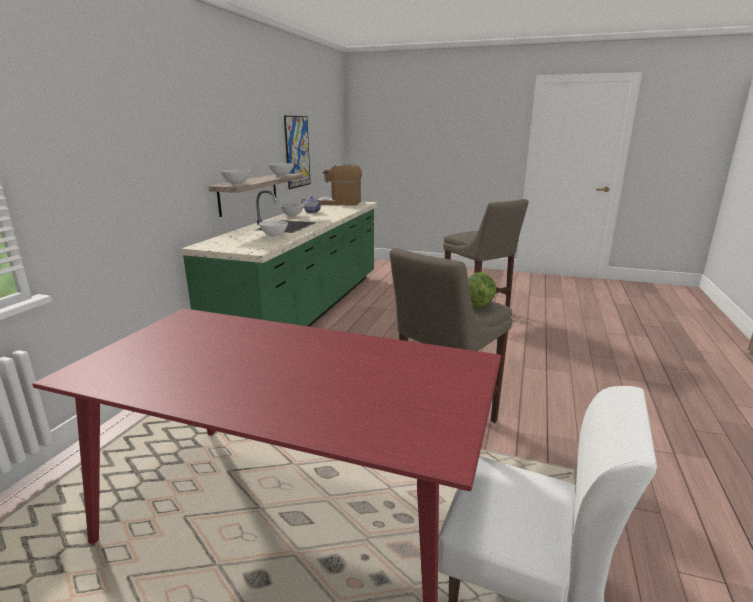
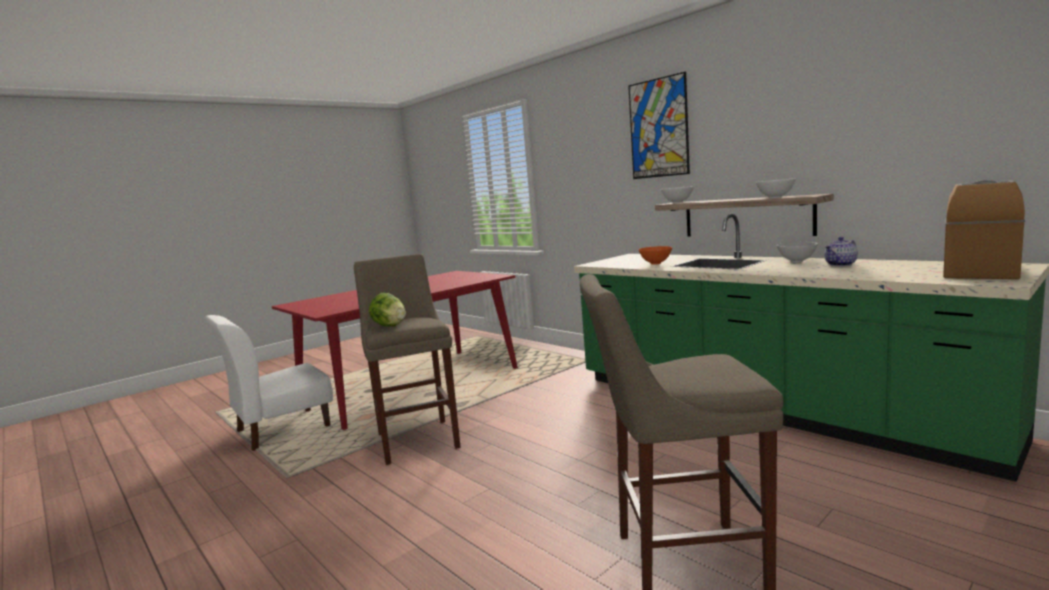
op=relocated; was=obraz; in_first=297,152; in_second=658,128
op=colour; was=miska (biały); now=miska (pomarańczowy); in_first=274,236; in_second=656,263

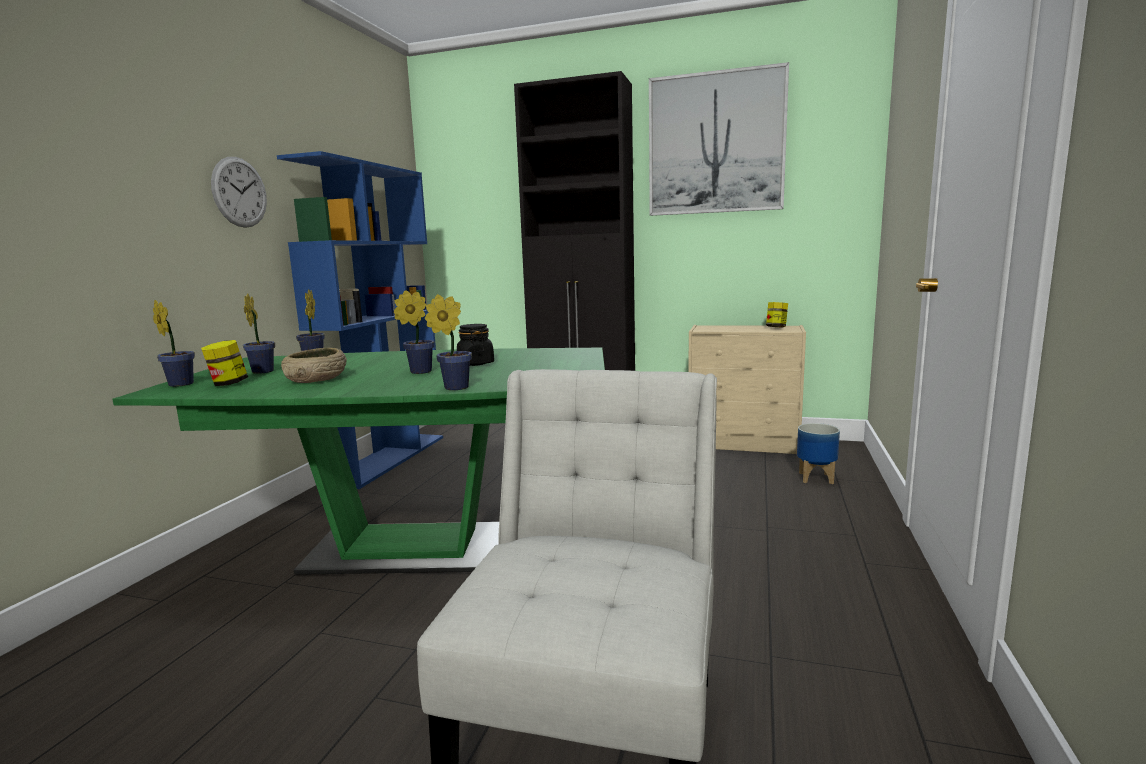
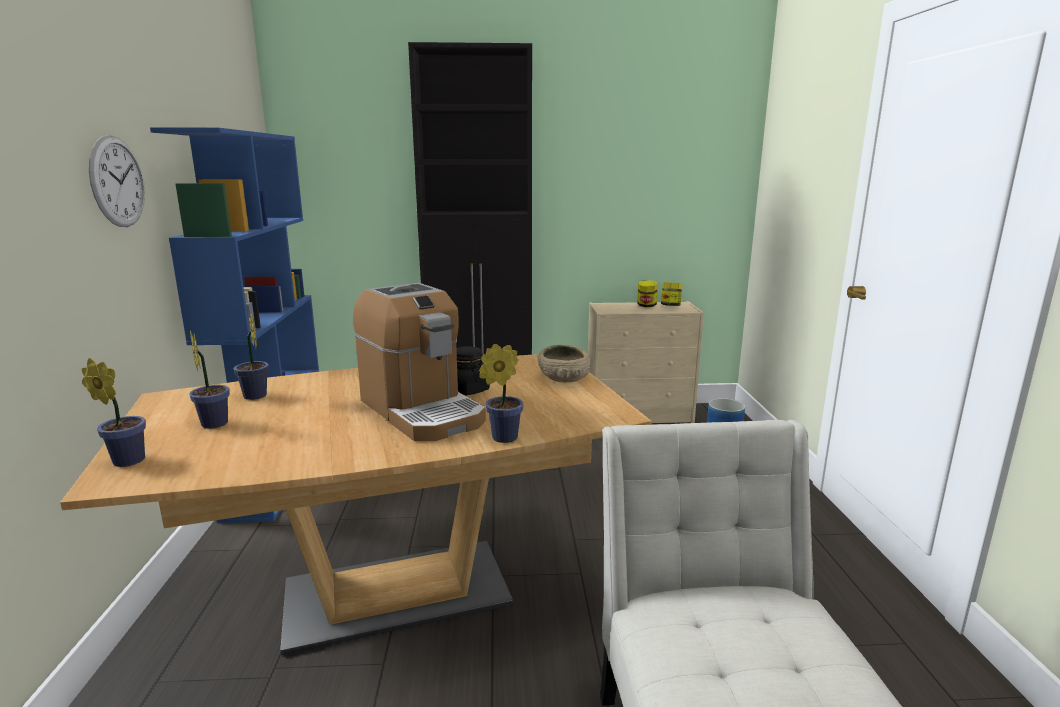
op=missing; was=obraz; in_first=716,144
op=exchanged; was=roślina doniczkowa; now=ekspres do kawy; in_first=418,372; in_second=421,411
op=relocated; was=słoik; in_first=228,384; in_second=646,306
op=colour; was=stół jadalny (zielony); now=stół jadalny (brązowy); in_first=411,549; in_second=397,594
op=relocated; was=miska (beżowy); in_first=317,379; in_second=564,376

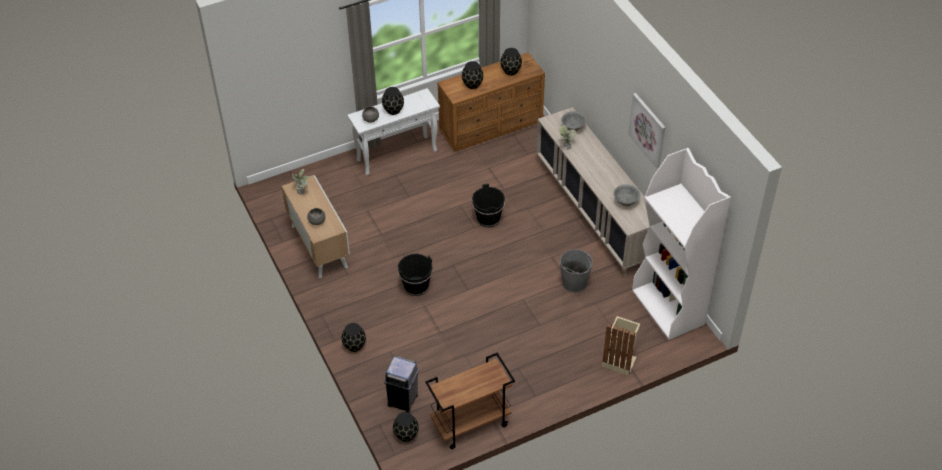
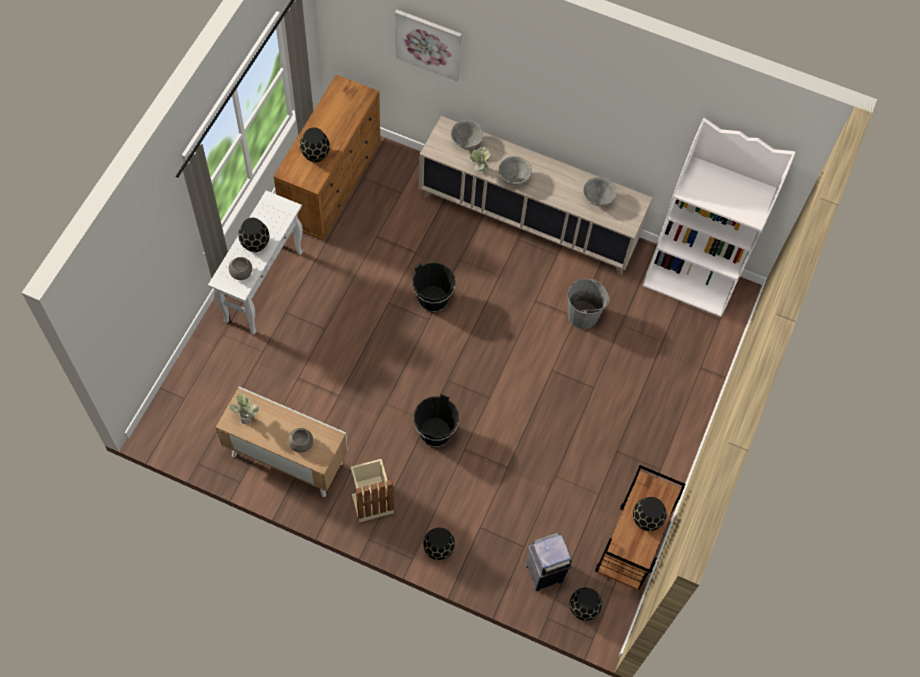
op=relocated; was=wazon (czarny); in_first=510,71; in_second=646,520
op=relocated; was=obraz; in_first=648,130; in_second=428,44
op=relocated; was=kosz na śmieci (beżowy); in_first=619,360; in_second=371,501
op=appeared; now=miska (szary); in_second=514,178

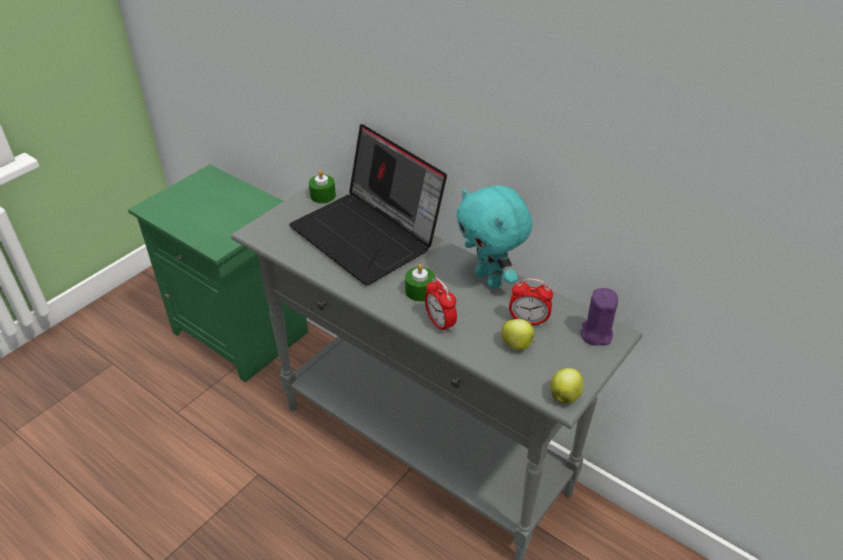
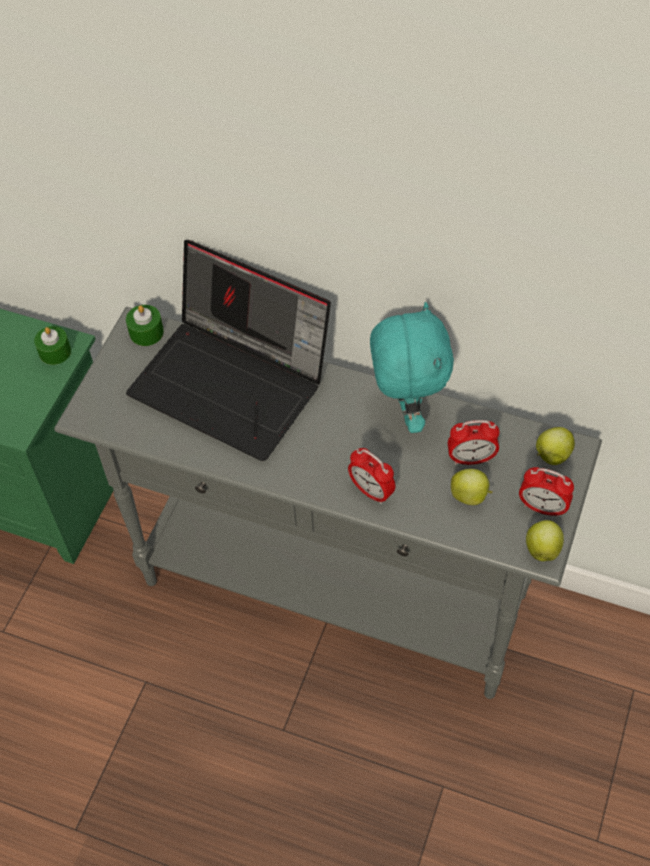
op=spun; was=pluszak (turkusowy); in_first=490,279; in_second=406,410; clockwise=-135
op=relocated; was=świeca (zielony); in_first=420,291; in_second=55,352
op=exchanged; was=świeca (fioletowy); now=jabłko; in_first=596,334; in_second=552,456
op=appeared; now=budzik; in_second=542,507

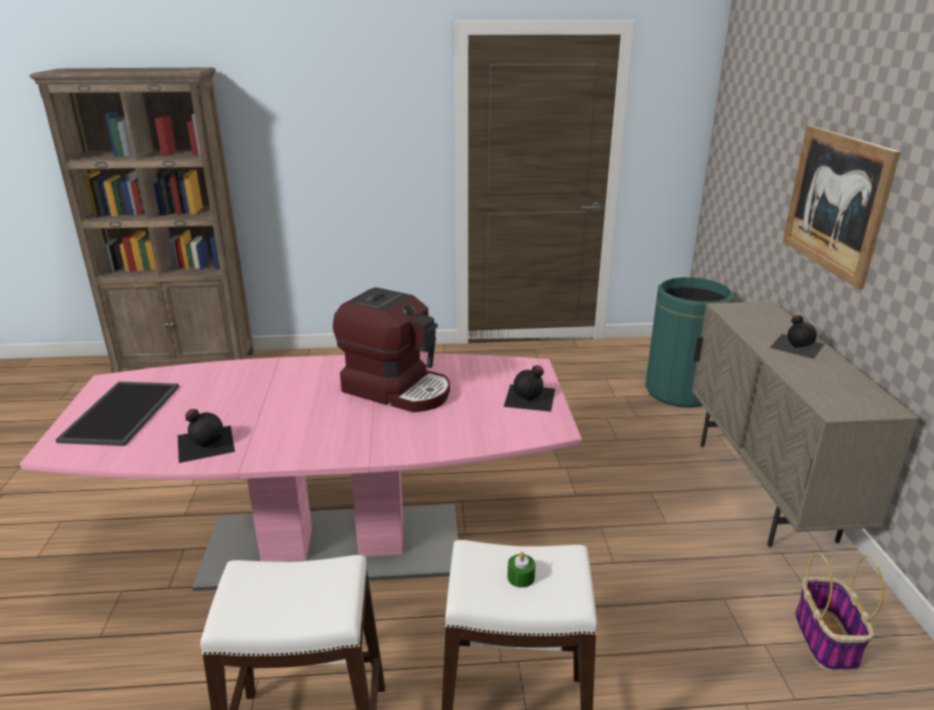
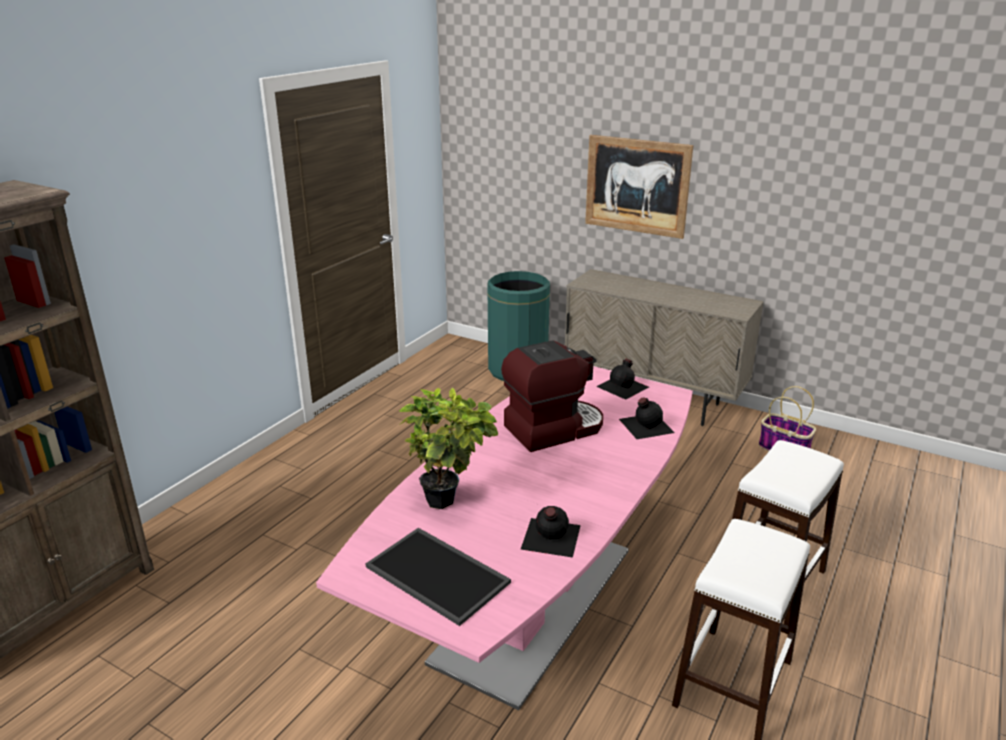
op=relocated; was=butelka (czarny); in_first=796,345; in_second=645,425
op=missing; was=świeca (zielony); in_first=521,577
op=appeared; now=roślina doniczkowa; in_second=449,501

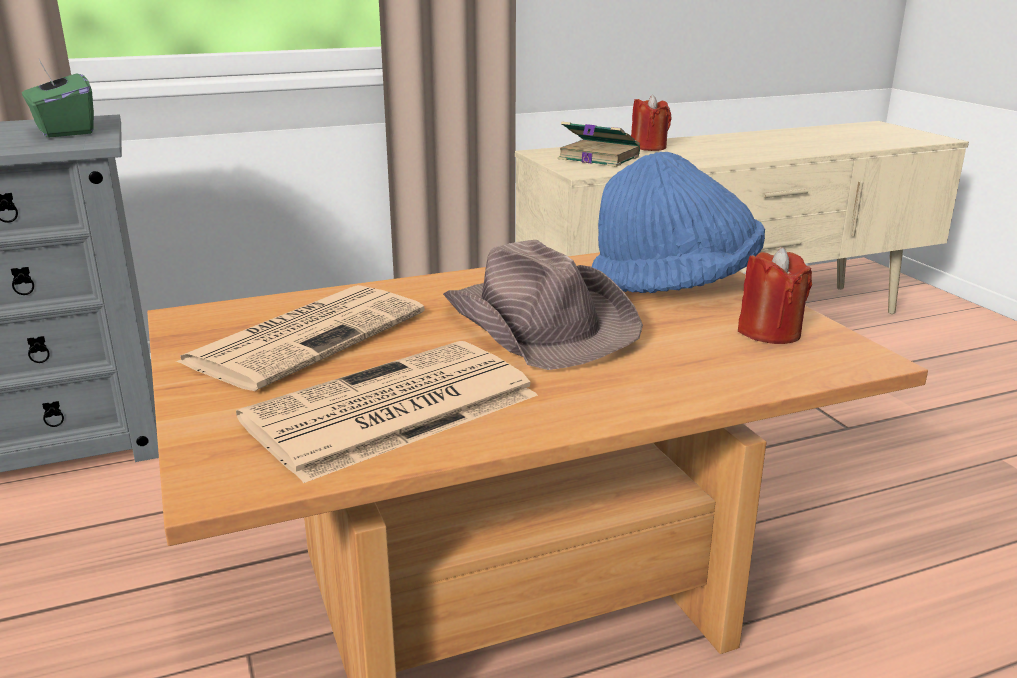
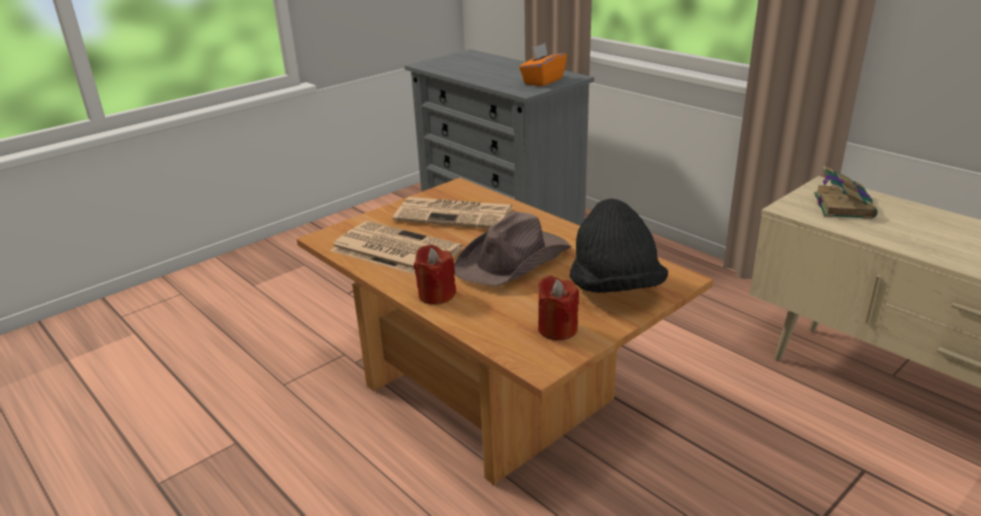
op=colour; was=pudełko chusteczek (zielony); now=pudełko chusteczek (pomarańczowy); in_first=63,131; in_second=542,81
op=relocated; was=świeca (czerwony); in_first=648,147; in_second=436,295
op=colour; was=kapelusz (niebieski); now=kapelusz (czarny); in_first=674,284; in_second=614,288

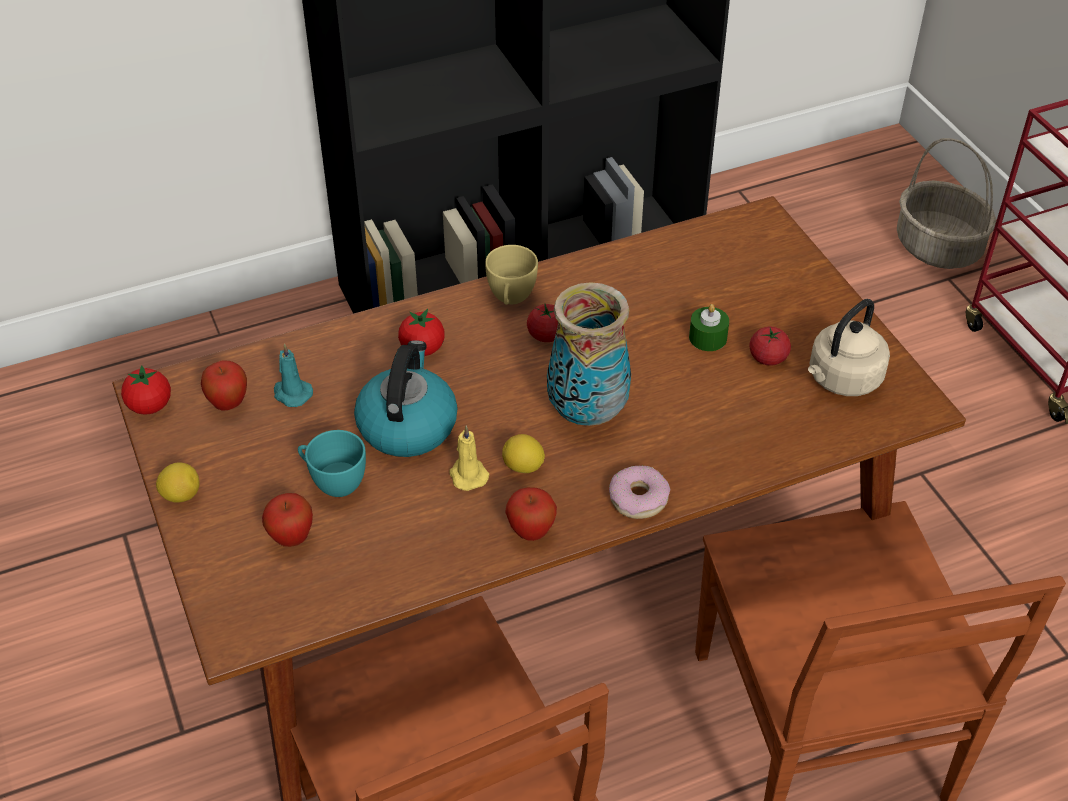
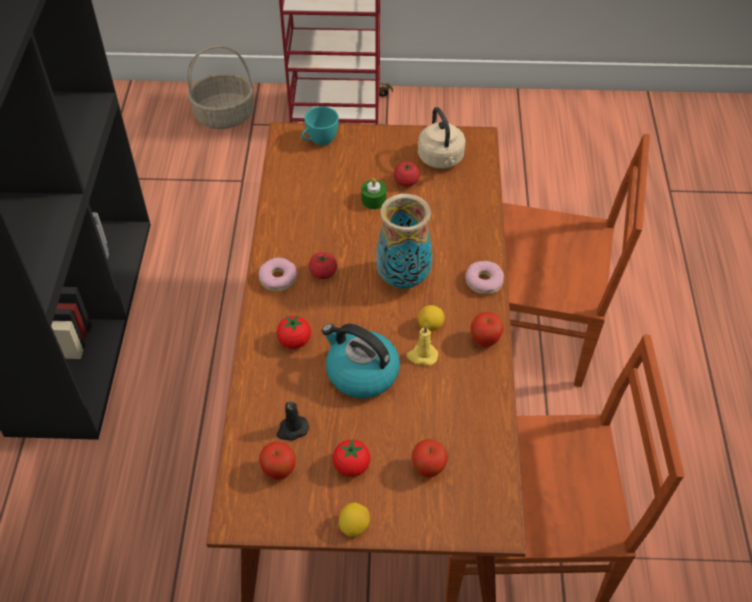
op=exchanged; was=filiżanka (żółty); now=donut; in_first=510,299; in_second=277,278
op=colour; was=świeca (turkusowy); now=świeca (czarny); in_first=291,393; in_second=292,429
op=relocated; was=pomidor; in_first=150,406; in_second=351,466
op=relocated; was=filiżanka (turkusowy); in_first=333,482; in_second=319,141

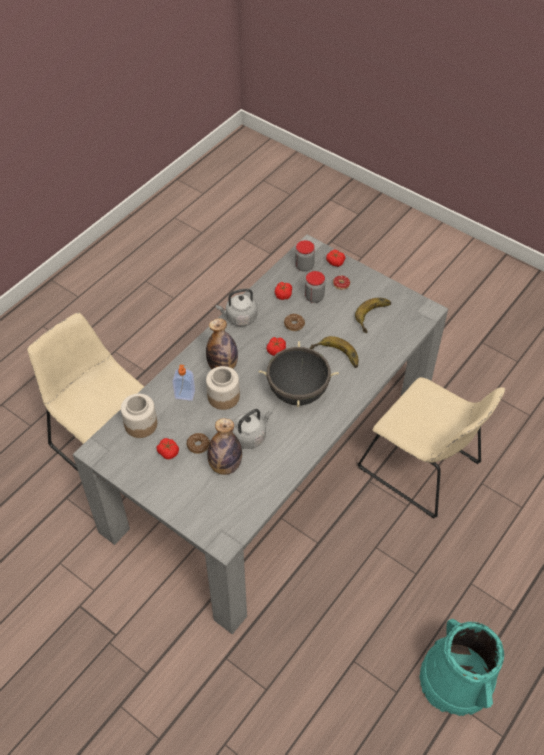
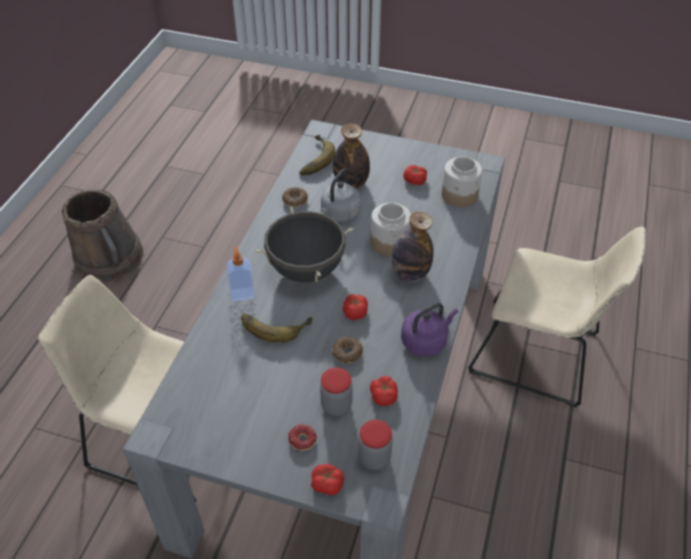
op=colour; was=czajnik (szary); now=czajnik (fioletowy); in_first=239,318; in_second=426,341
op=relocated; was=banan; in_first=375,317; in_second=312,159
op=relocated; was=dozownik mydła; in_first=184,395; in_second=242,293
op=relocated; was=donut; in_first=198,445; in_second=295,200
op=colour; was=wiadro (turkusowy); now=wiadro (brązowy); in_first=456,679; in_second=109,258

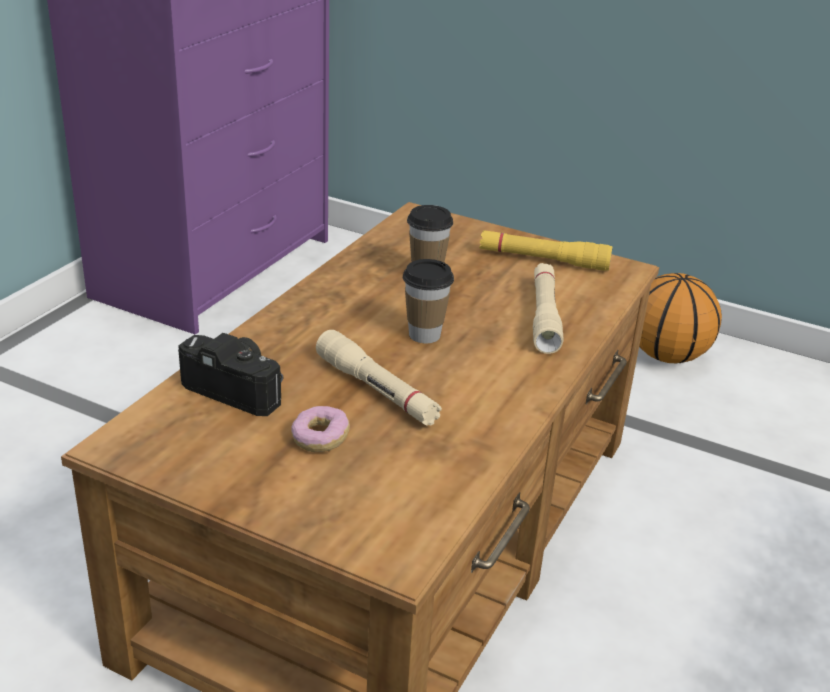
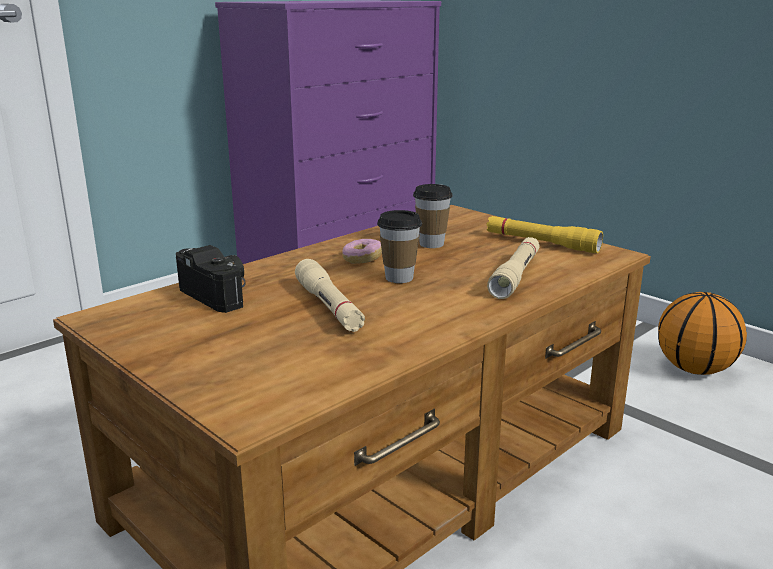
op=relocated; was=donut; in_first=320,439; in_second=362,259

